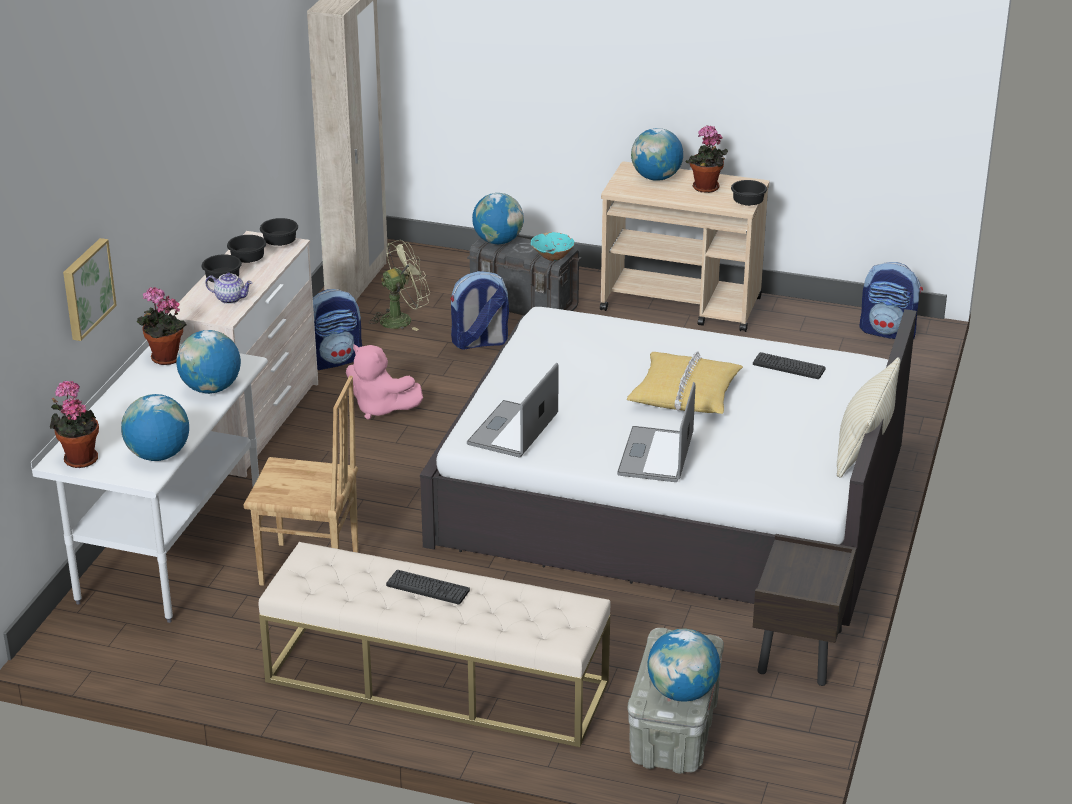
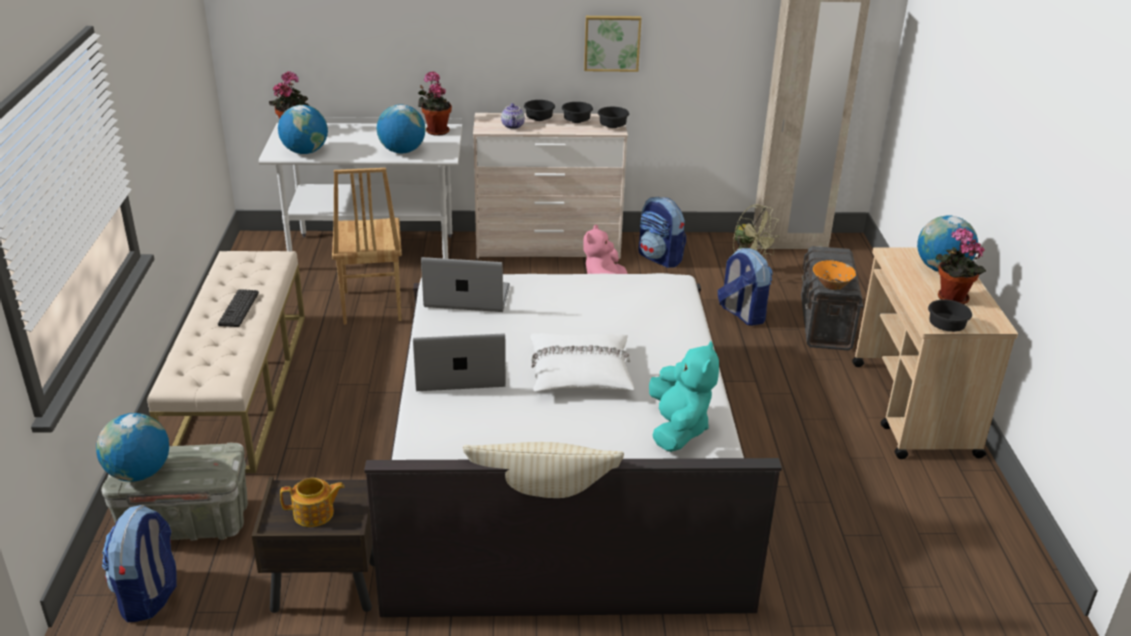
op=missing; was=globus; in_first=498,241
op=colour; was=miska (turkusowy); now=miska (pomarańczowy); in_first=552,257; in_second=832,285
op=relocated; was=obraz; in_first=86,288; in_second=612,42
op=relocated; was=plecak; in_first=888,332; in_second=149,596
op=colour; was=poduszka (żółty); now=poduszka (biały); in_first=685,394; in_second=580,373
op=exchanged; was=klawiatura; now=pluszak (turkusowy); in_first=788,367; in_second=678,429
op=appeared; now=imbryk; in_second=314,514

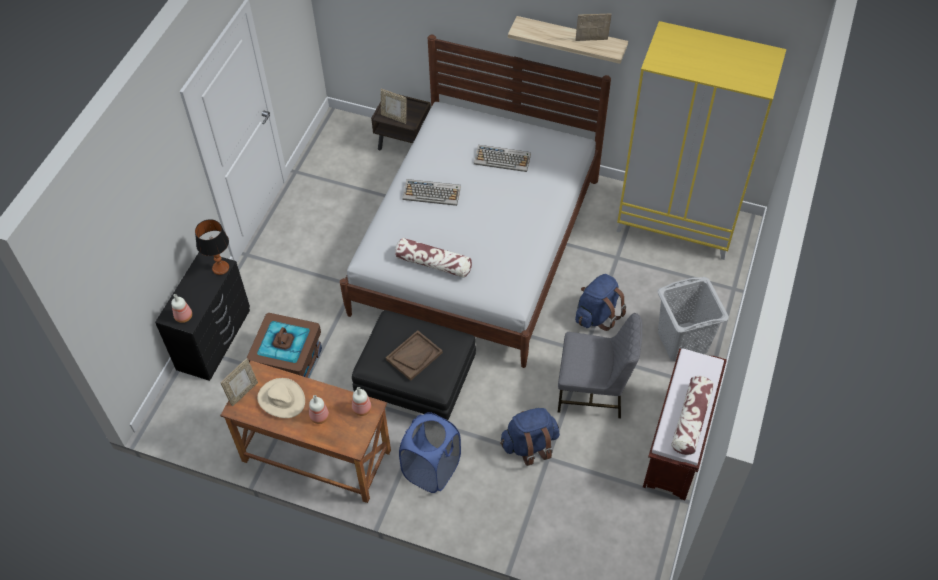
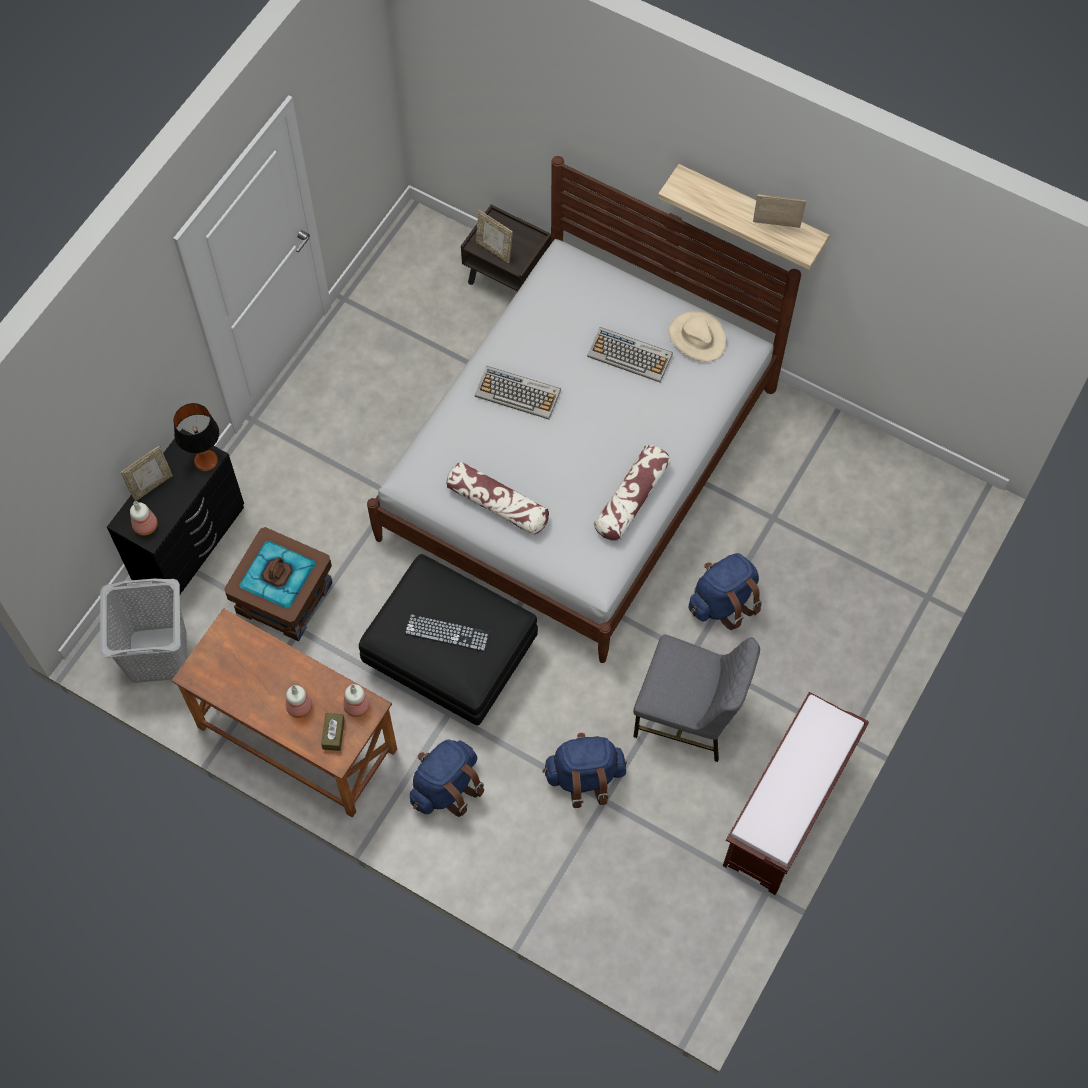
op=missing; was=szafa (żółty); in_first=677,223
op=relocated; was=kosz na pranie (szary); in_first=682,341; in_second=158,654
op=exchanged; was=taca (brązowy); now=klawiatura; in_first=414,356; in_second=447,632
op=relocated; was=ramka na zdjęcie; in_first=243,392; in_second=152,485
op=relocated; was=poduszka; in_first=691,420; in_second=631,499
op=relocated; was=kapelusz (beżowy); in_first=281,399; in_second=697,338
op=exchanged; was=kosz na pranie (niebieski); now=plecak (niebieski); in_first=431,469; in_second=446,787
op=appeared; now=pudełko chusteczek (brązowy); in_second=333,734

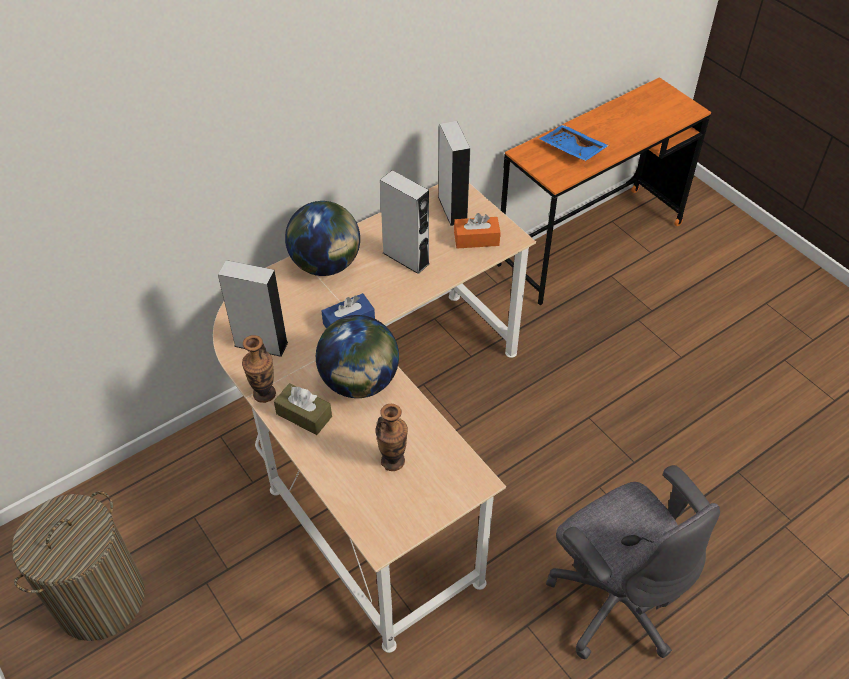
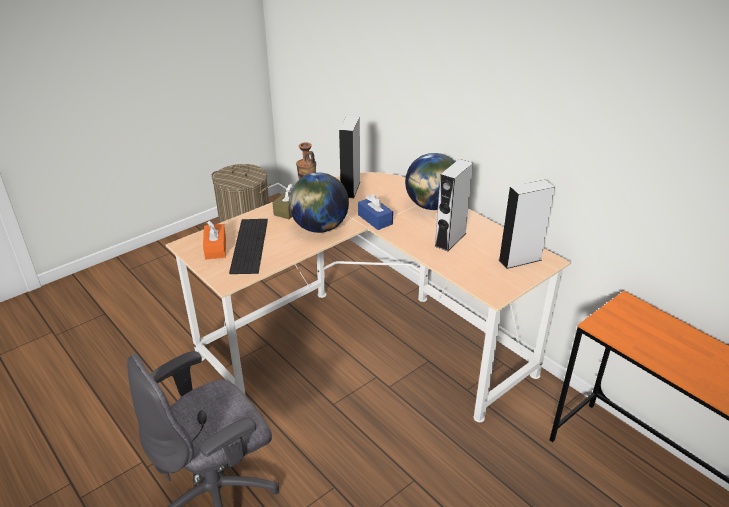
op=missing; was=taca (niebieski); in_first=571,150
op=relocated; was=pudełko chusteczek (pomarańczowy); in_first=476,239; in_second=215,248
op=exchanged; was=wazon; now=klawiatura; in_first=393,461; in_second=249,245

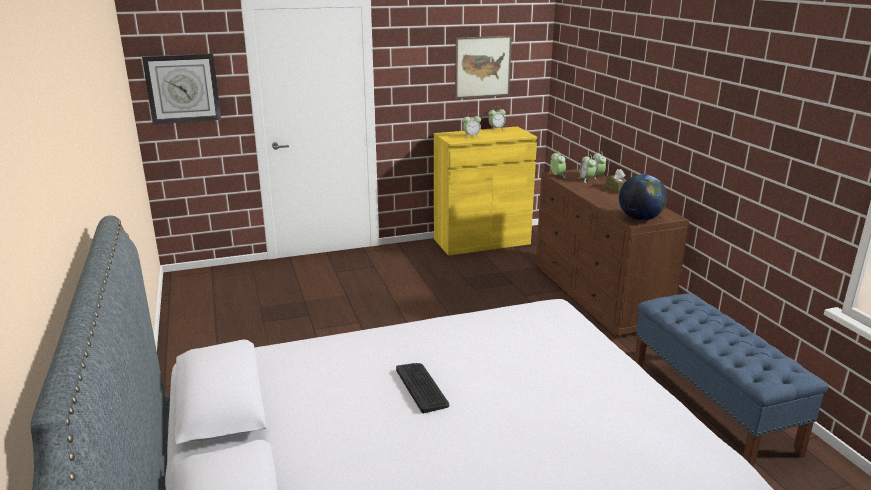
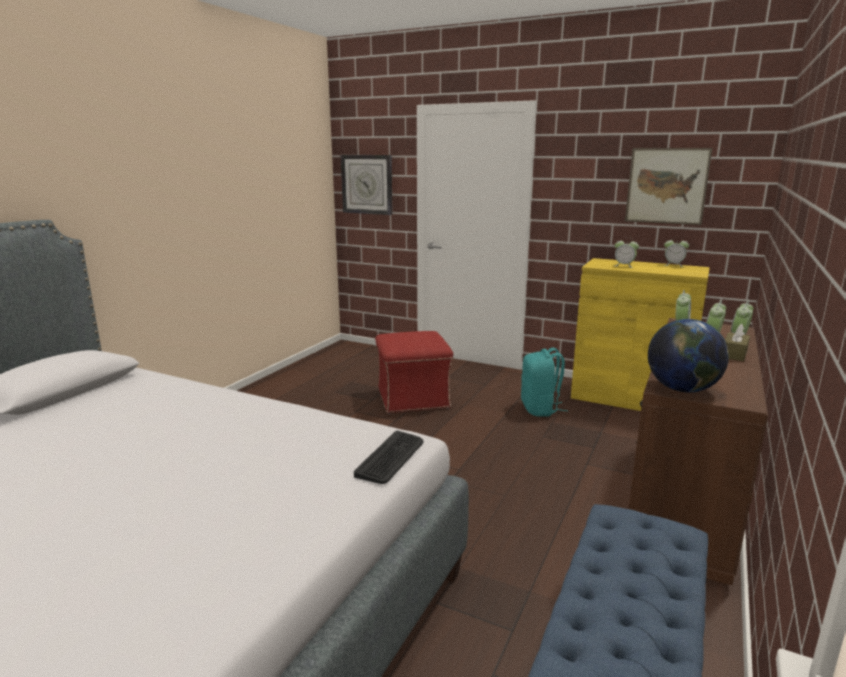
op=relocated; was=klawiatura; in_first=422,387; in_second=391,457
op=appeared; now=pufa (czerwony); in_second=412,398
op=appeared; now=plecak (turkusowy); in_second=540,409

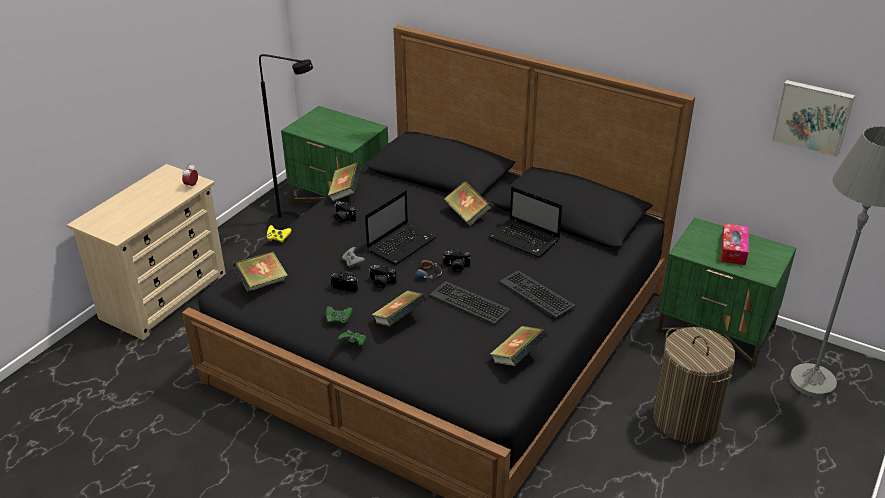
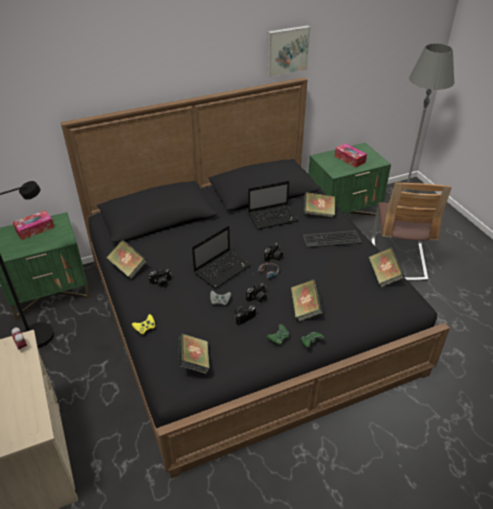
op=relocated; was=obraz; in_first=812,117; in_second=286,50
op=relocated; was=książka; in_first=467,214; in_second=318,213
op=spun; was=laptop; in_first=402,244; in_second=223,269; clockwise=60
op=missing; was=klawiatura; in_first=469,303
op=exchanged; was=kosz na pranie; now=krzesło; in_first=685,419; in_second=398,259
op=appeared; now=pudełko chusteczek; in_second=35,229

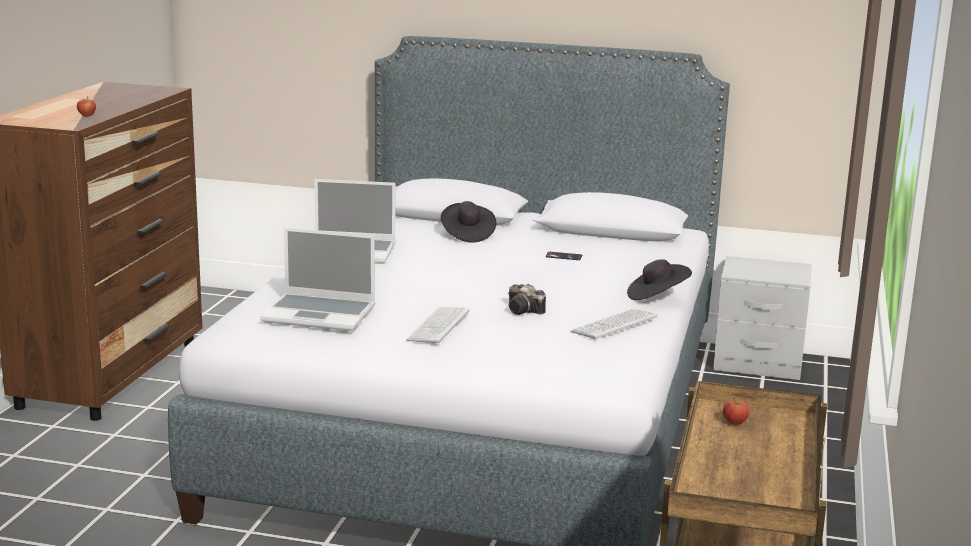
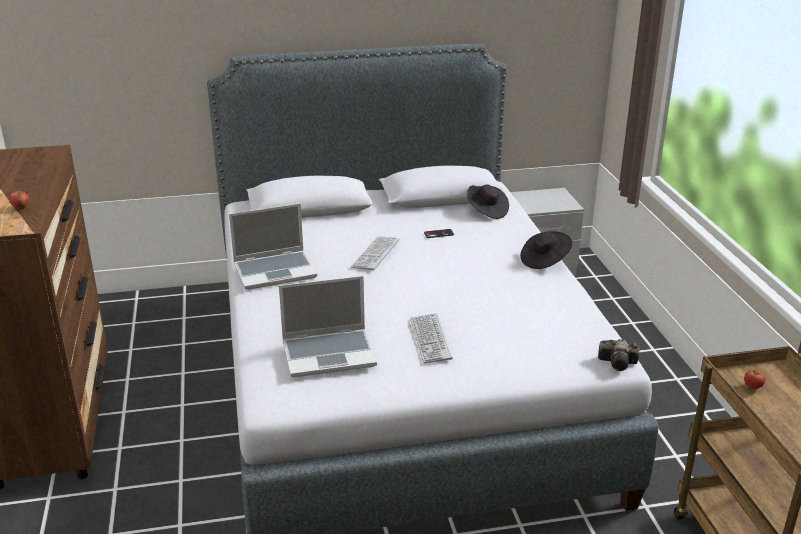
op=relocated; was=kapelusz (czarny); in_first=467,235; in_second=487,211
op=relocated; was=aparat fotograficzny; in_first=525,311; in_second=619,363
op=relocated; was=klawiatura; in_first=614,325; in_second=375,254

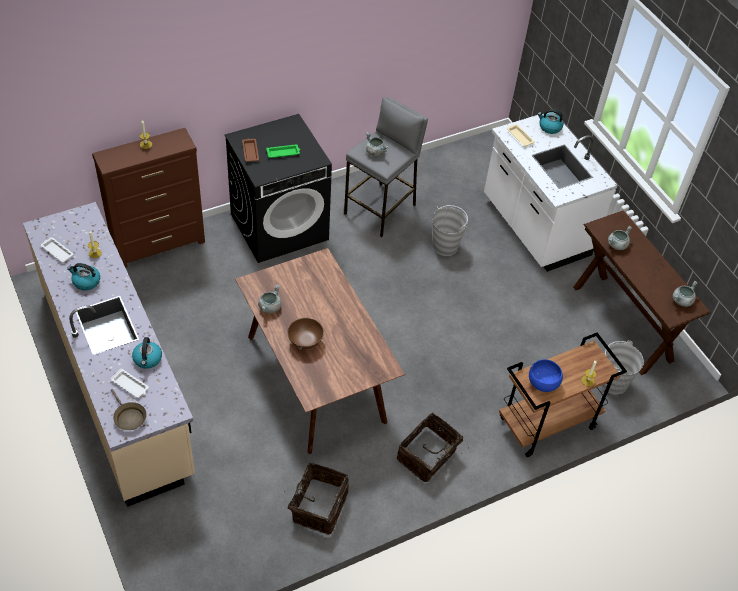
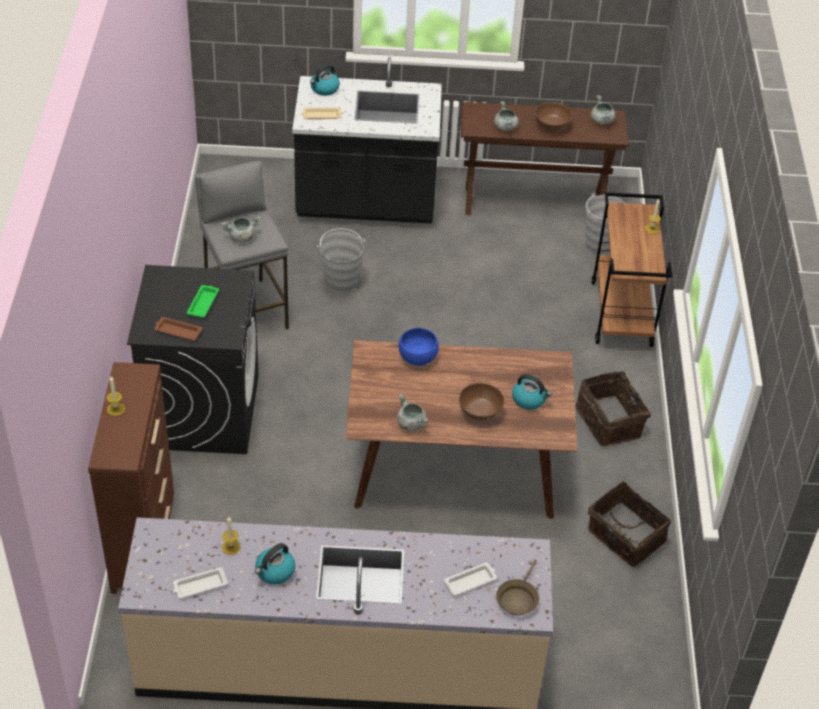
op=colour; was=zabudowa kuchenna (biały); now=zabudowa kuchenna (czarny); in_first=534,227; in_second=366,203
op=relocated; was=czajnik; in_first=148,359; in_second=529,399
op=relocated; was=miska (niebieski); in_first=543,383; in_second=418,357
op=spun; was=patelnia (brązowy); in_first=128,417; in_second=518,598; clockwise=120
op=appeared; now=miska (brązowy); in_second=551,126

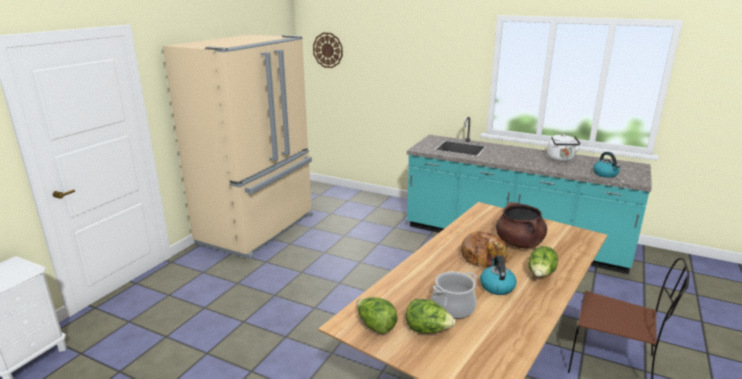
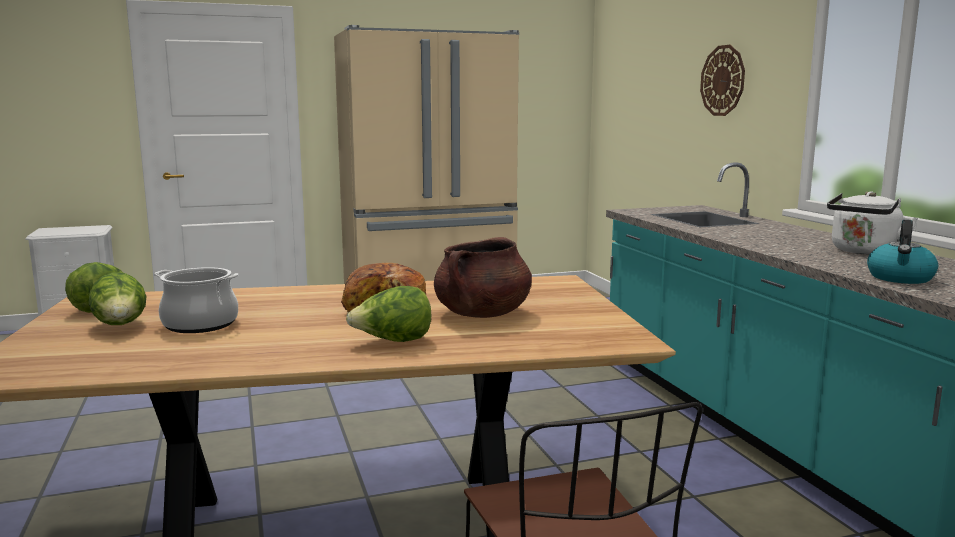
op=relocated; was=zegar ścienny; in_first=328,50; in_second=723,80
op=missing; was=czajnik; in_first=496,286

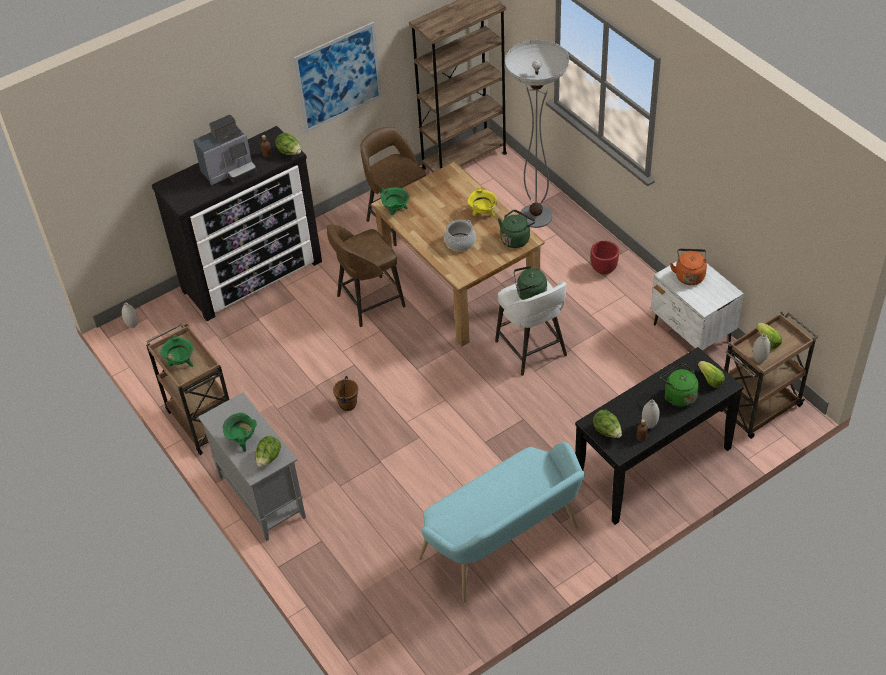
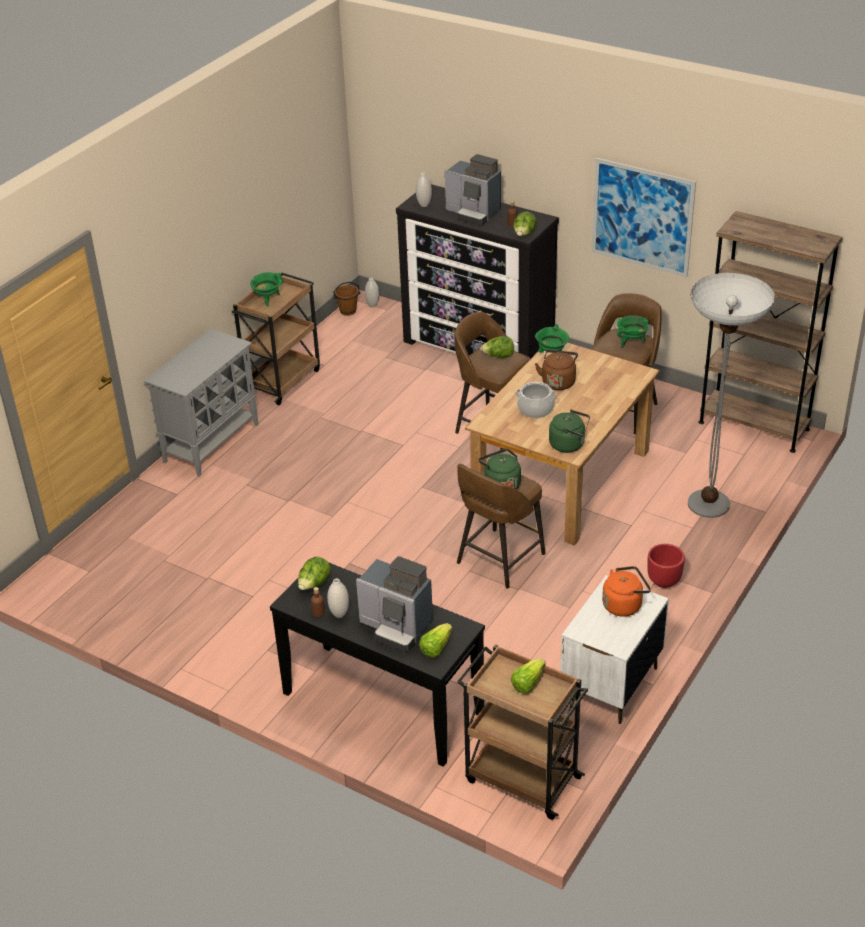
op=missing; was=garnek (żółty); in_first=483,214
op=colour; was=stołek (biały); now=stołek (brązowy); in_first=532,350; in_second=499,560
op=relocated; was=wazon (biały); in_first=759,359; in_second=424,205
op=exchanged; was=czajnik (zielony); now=ekspres do kawy; in_first=678,395; in_second=396,627
op=relocated; was=wiadro (brązowy); in_first=347,404; in_second=348,311
op=relocated; was=garnek (zielony); in_first=242,440; in_second=631,342
op=relocated; was=sałata; in_first=269,458; in_second=498,356
op=missing; was=ławka (turkusowy); in_first=505,547
op=appeared; now=czajnik (brązowy); in_second=558,381

